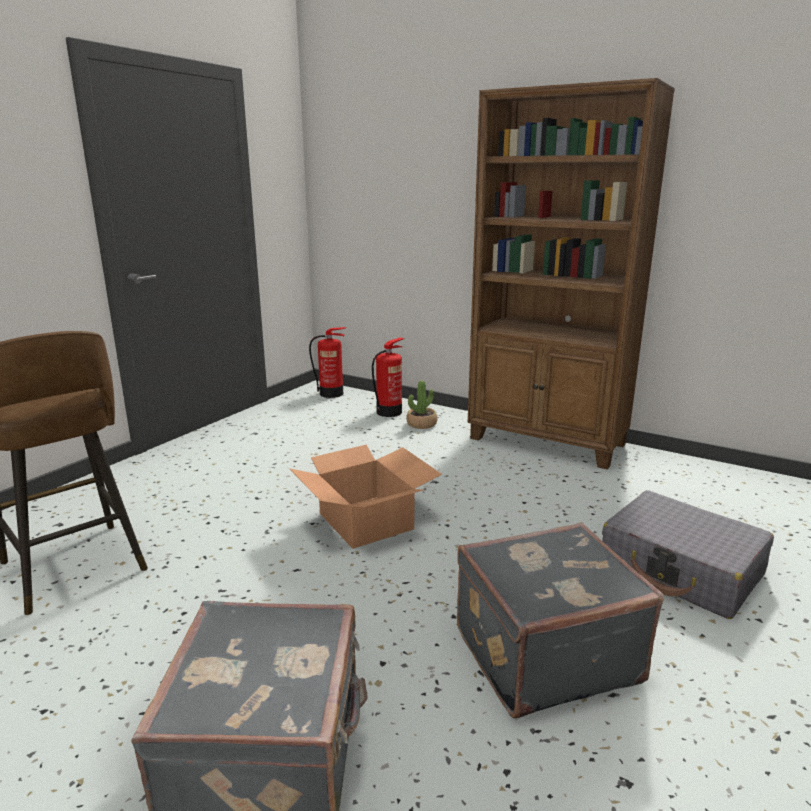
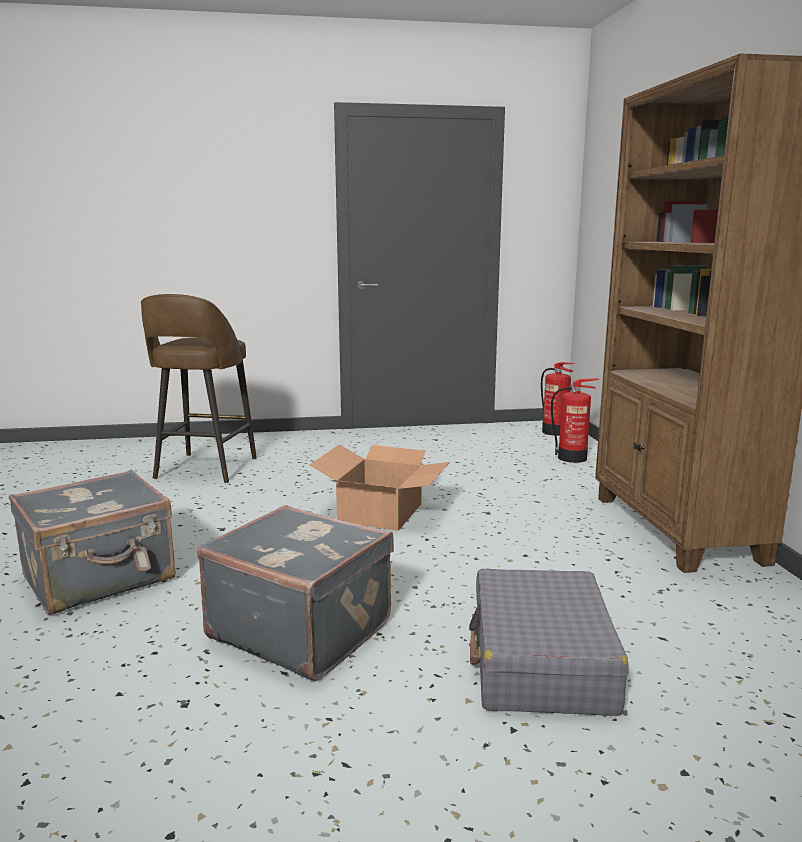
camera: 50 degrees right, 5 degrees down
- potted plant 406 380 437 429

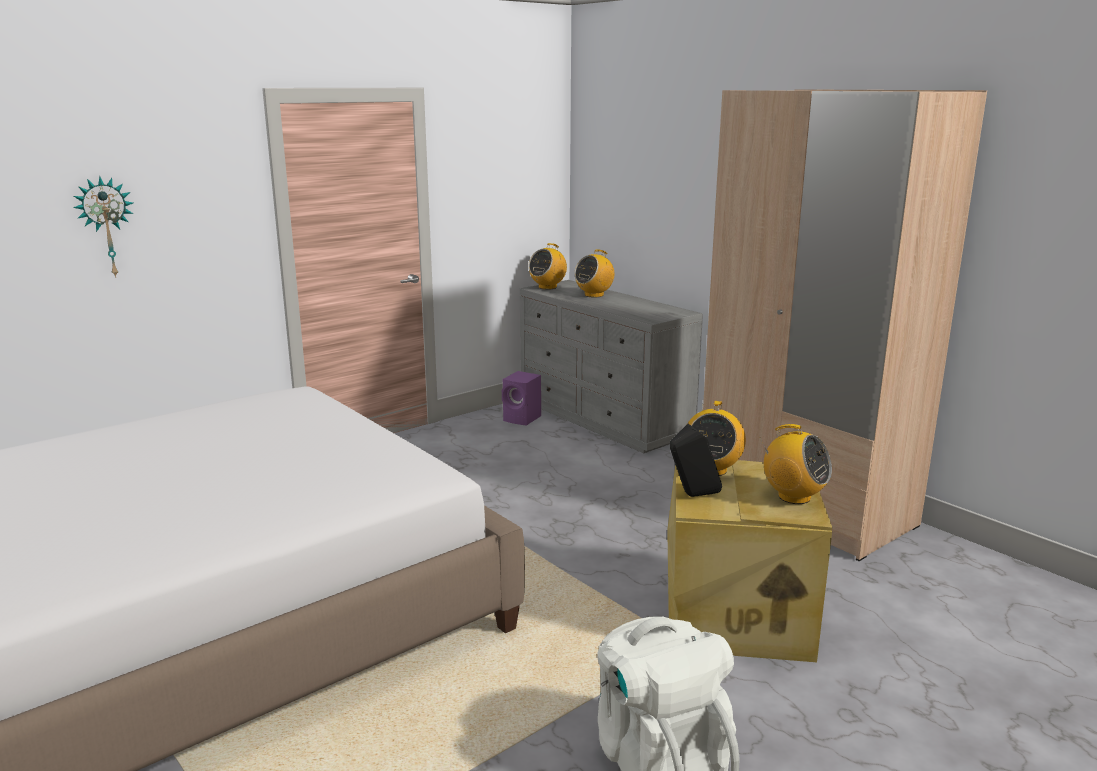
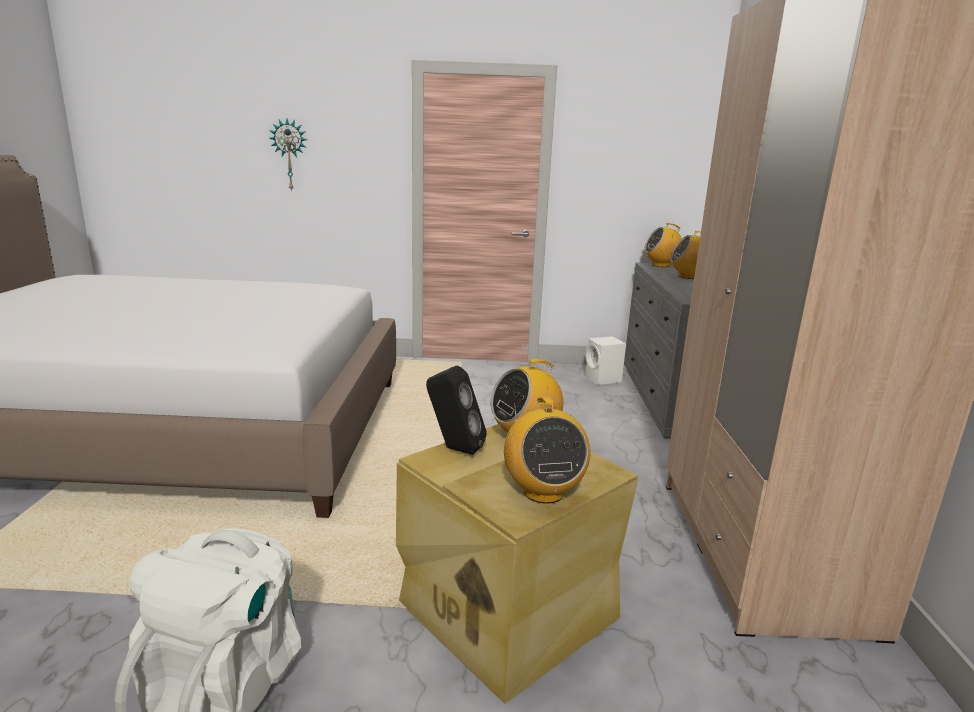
camera: 40 degrees right, 0 degrees up
~ speaker/purple-coloured 502 371 541 426 to speaker/whitish 585 336 626 385

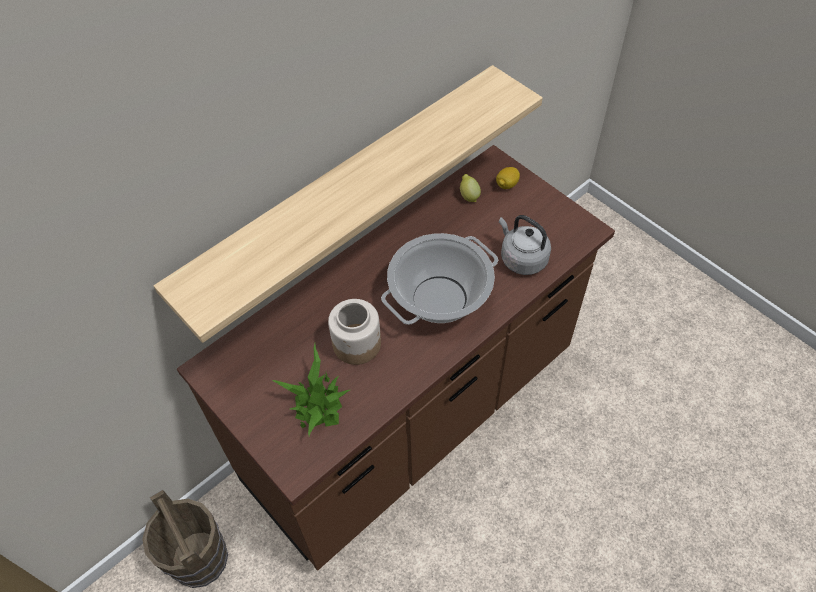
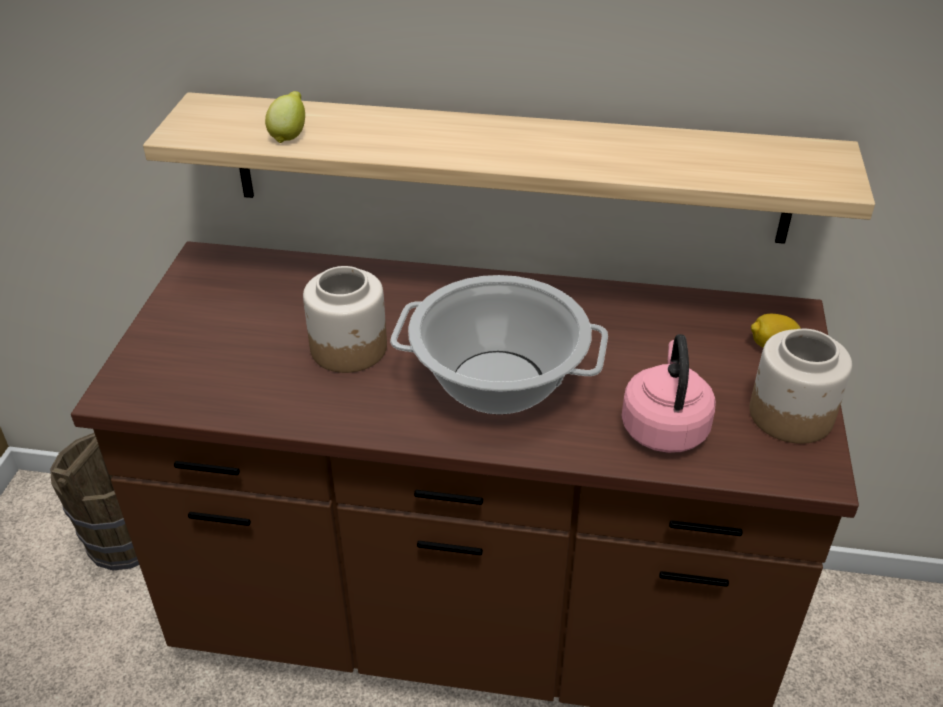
camera: 50 degrees right, 15 degrees down
~ whole lemon 460 174 481 202 to 265 91 305 143
~ kettle/grey 499 215 551 275 to kettle/pink 622 334 716 453
- potted plant 272 344 350 436
+ storage jar 749 329 852 444

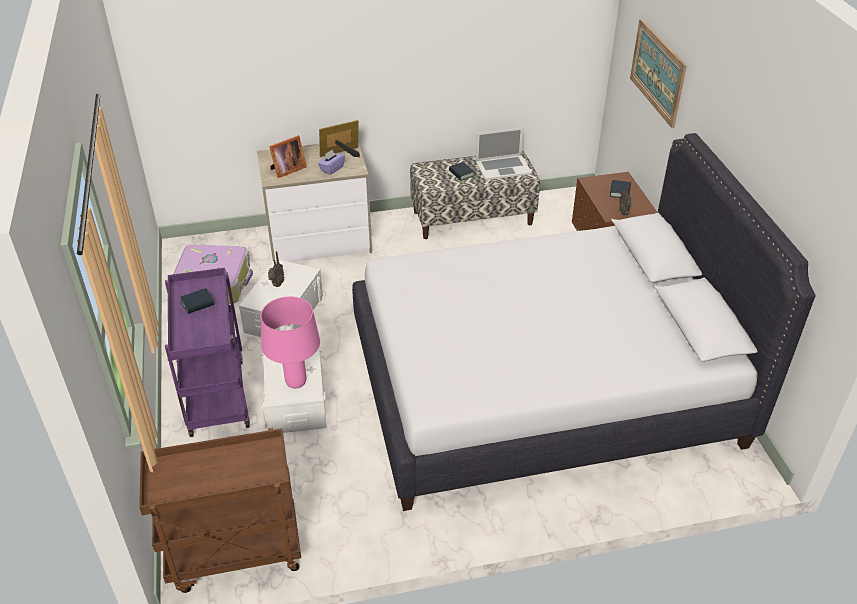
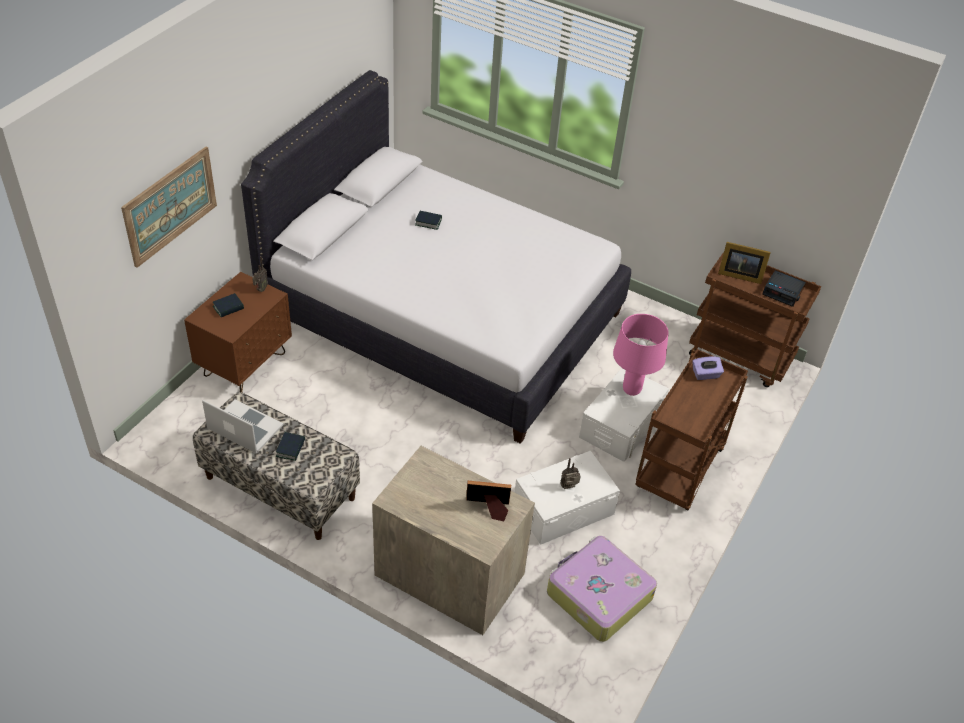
camera: 140 degrees left, 5 degrees up
~ picture frame 319 120 360 157 to 718 242 771 284
~ tissue box/purple-coloured 318 149 345 175 to 692 356 724 380
~ trolley/purple-coloured 165 268 250 437 to trolley/brown 635 349 748 510
~ bound book 181 288 214 314 to 415 211 442 230
+ alarm clock 762 270 806 307

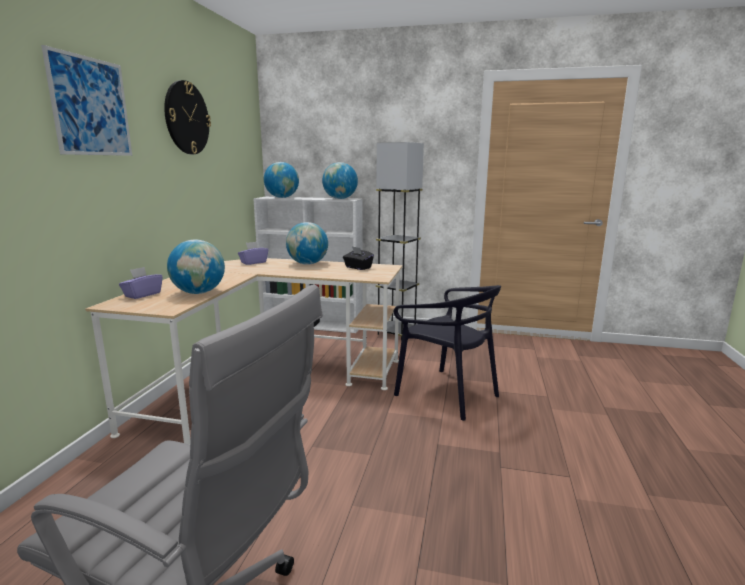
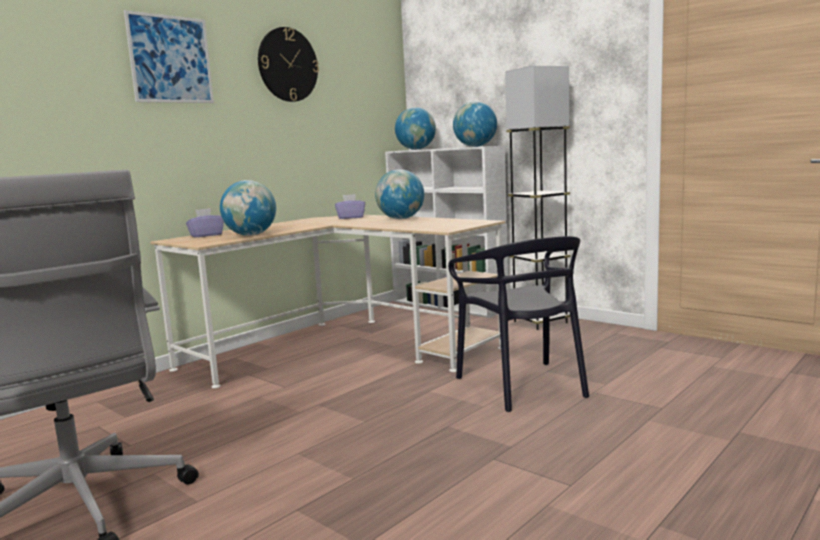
camera: 30 degrees right, 5 degrees down
- tissue box/black 343 246 374 270

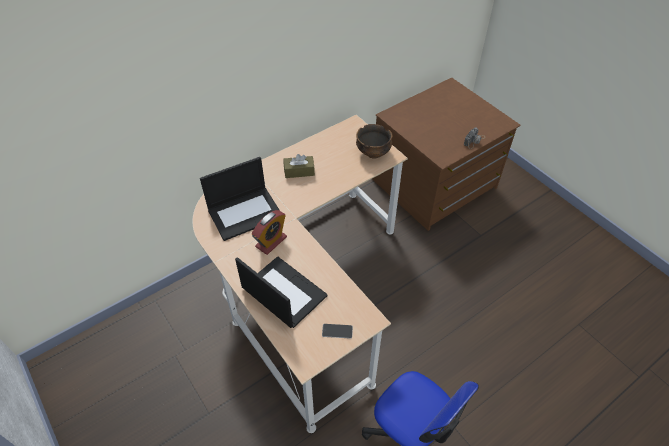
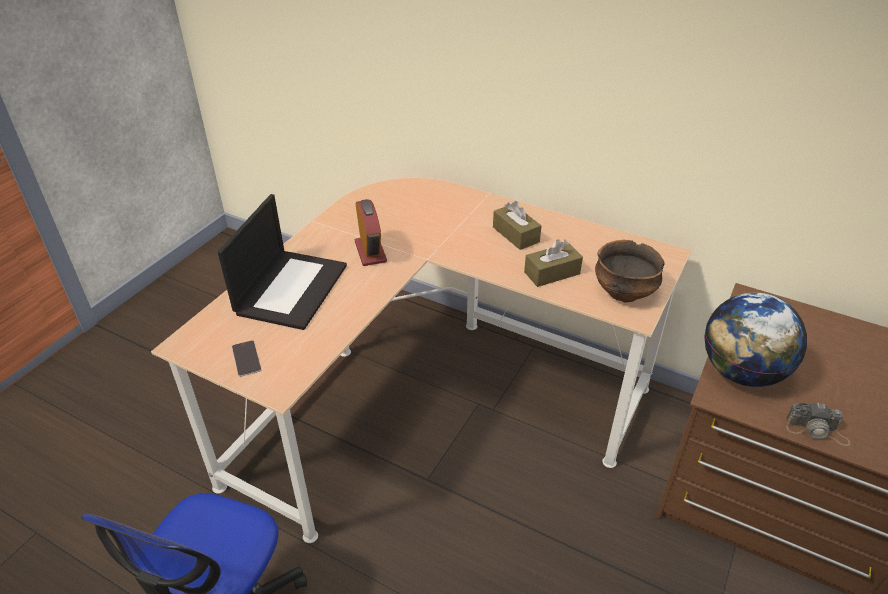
camera: 65 degrees right, 10 degrees down
- notebook computer 200 157 280 241
~ alarm clock 252 210 287 255 = 355 199 387 266 120 degrees counterclockwise
+ tissue box/brown 524 239 583 287
+ world globe 704 293 807 387

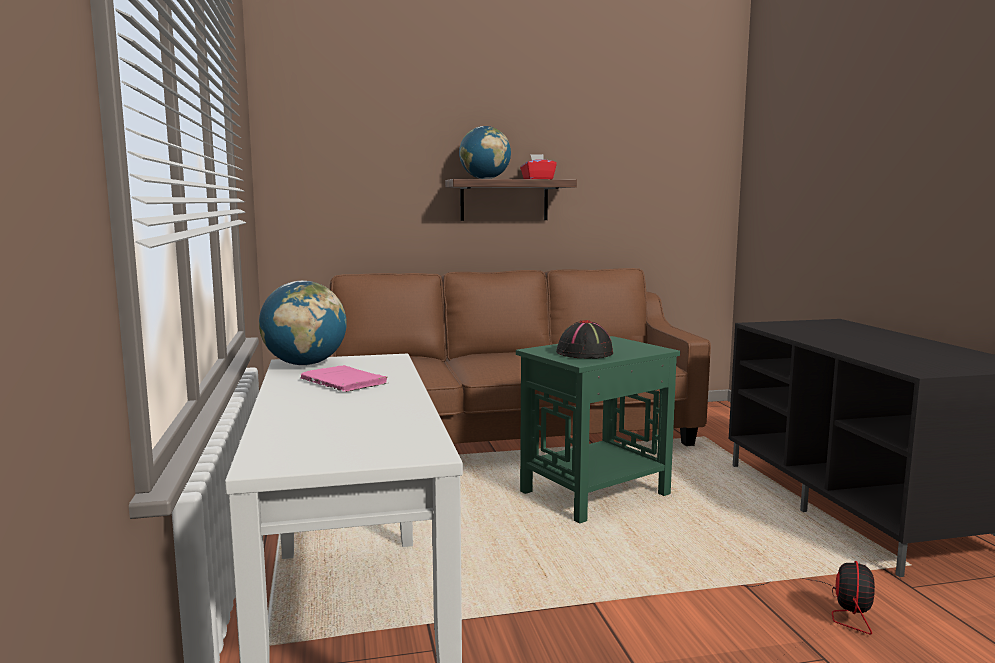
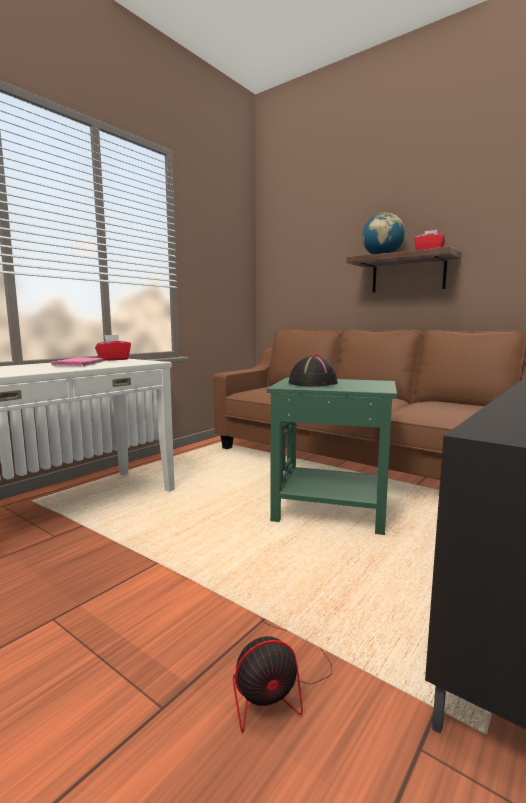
camera: 50 degrees right, 0 degrees up
~ world globe 259 281 347 366 to tissue box/red-coloured 95 335 131 361

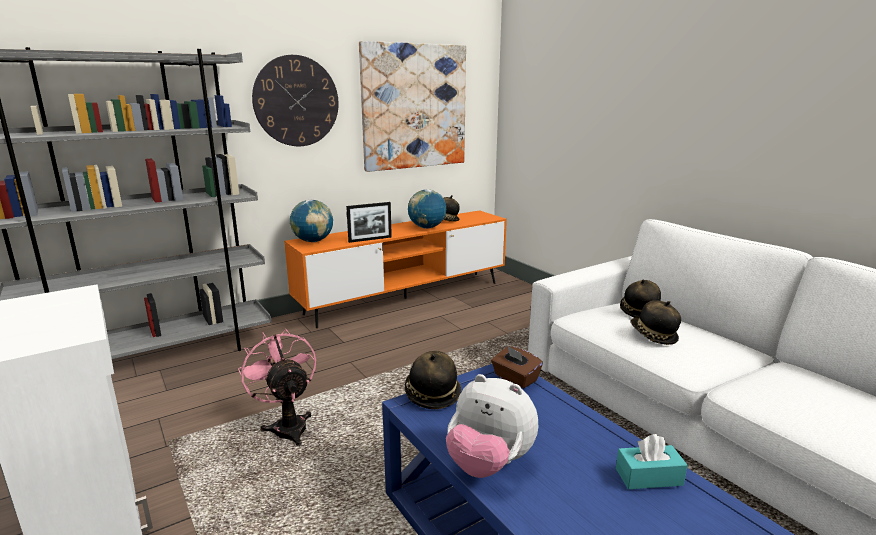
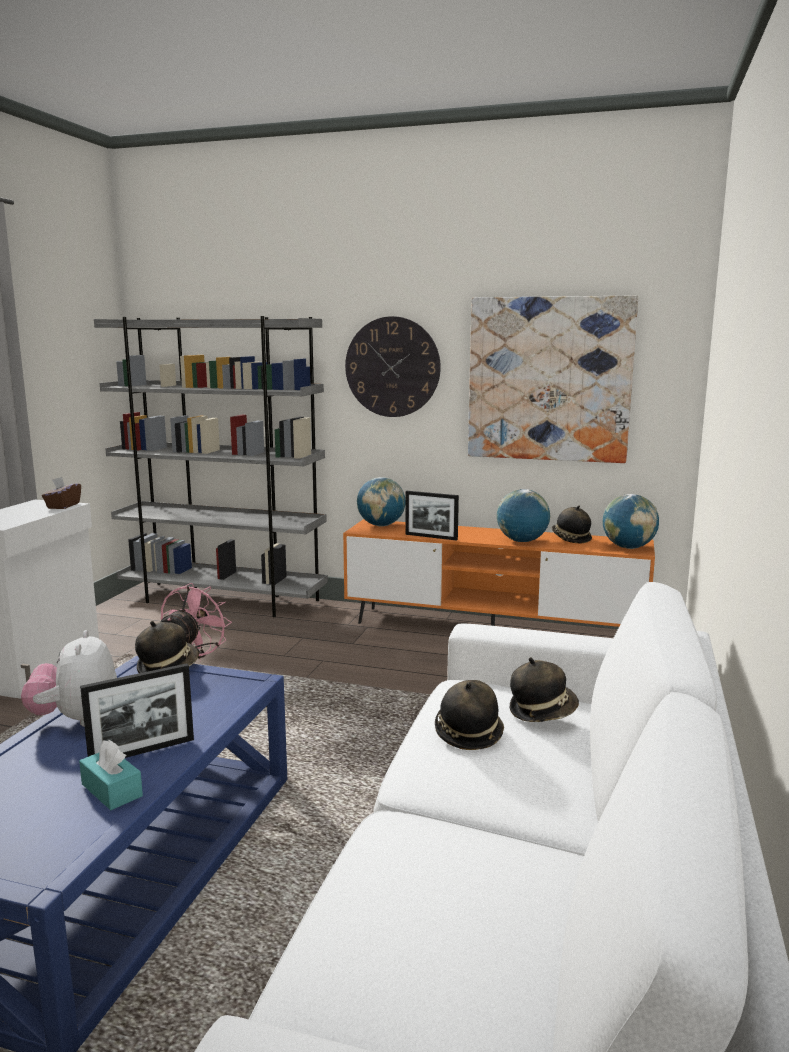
camera: 50 degrees right, 5 degrees down
~ tissue box/brown 491 346 543 389 to 42 477 81 509
+ world globe 602 494 659 549
+ picture frame 80 663 194 758

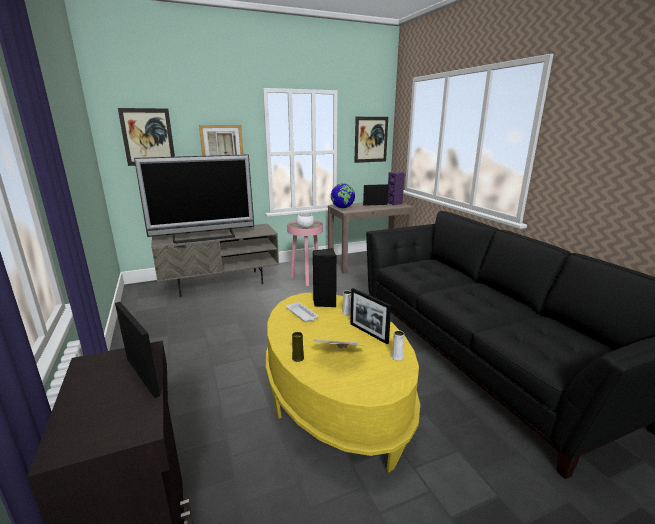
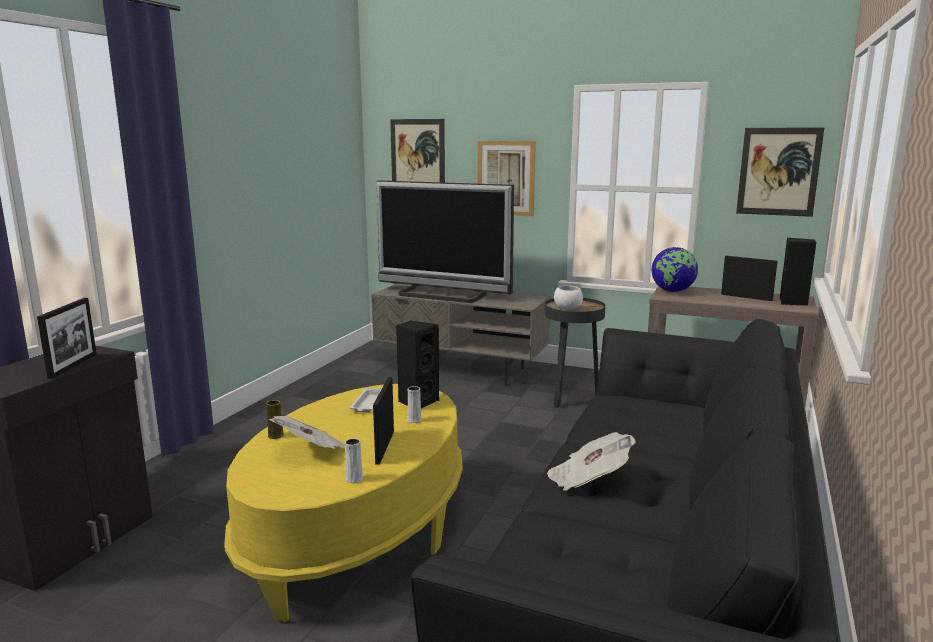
camera: 45 degrees right, 5 degrees down
~ speaker/purple-coloured 388 172 405 205 to speaker/black 780 238 816 306
~ end table/pink 287 220 323 287 to end table/black 544 298 606 407
+ printed paper 547 432 636 491

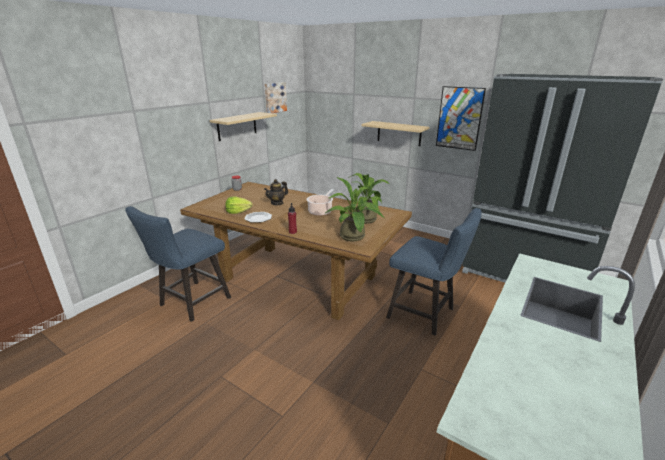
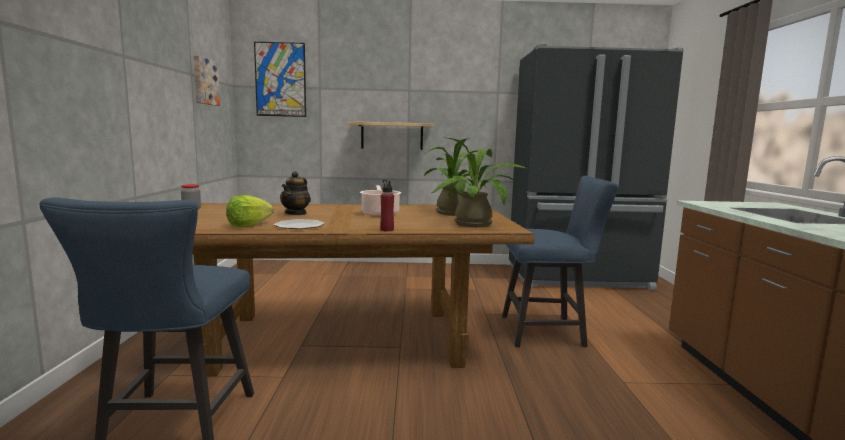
camera: 35 degrees left, 15 degrees down
~ wall picture 436 86 486 151 to 254 42 306 117
- shelf 210 112 277 141

